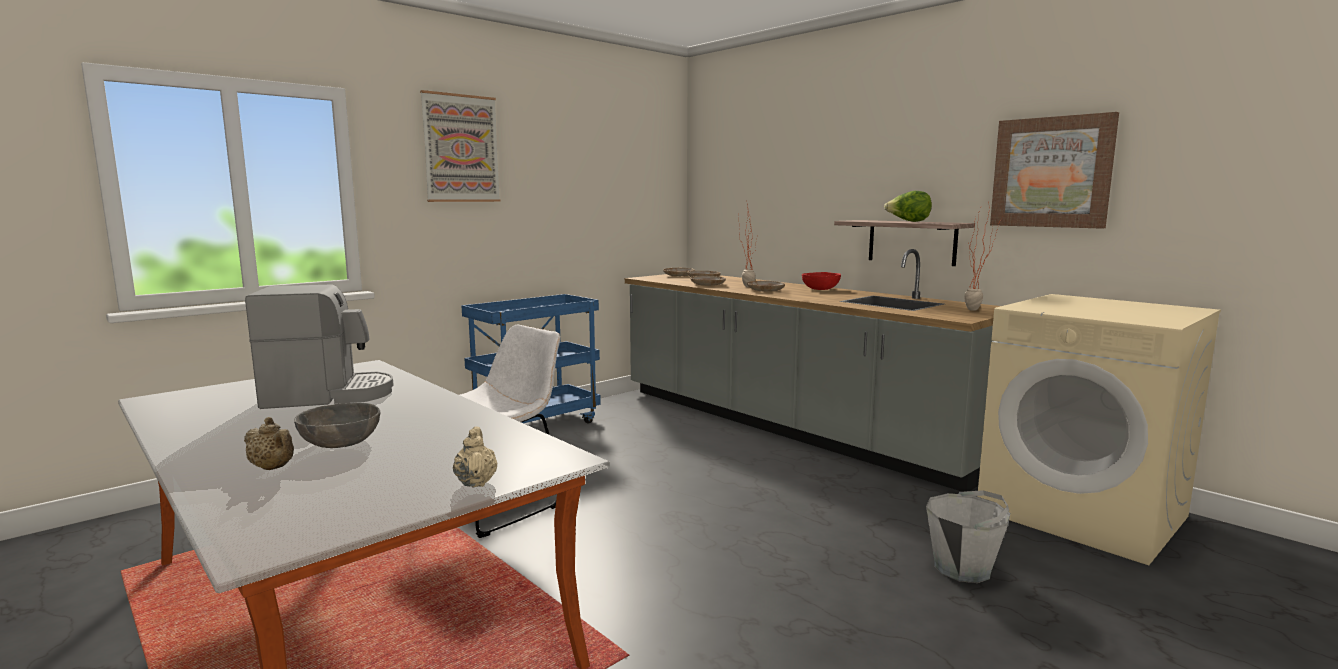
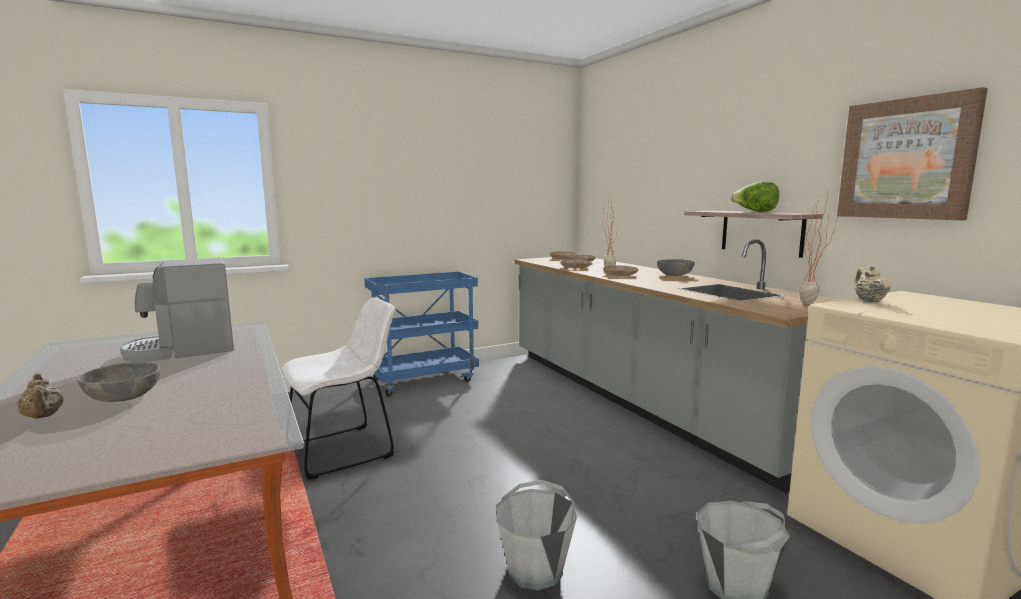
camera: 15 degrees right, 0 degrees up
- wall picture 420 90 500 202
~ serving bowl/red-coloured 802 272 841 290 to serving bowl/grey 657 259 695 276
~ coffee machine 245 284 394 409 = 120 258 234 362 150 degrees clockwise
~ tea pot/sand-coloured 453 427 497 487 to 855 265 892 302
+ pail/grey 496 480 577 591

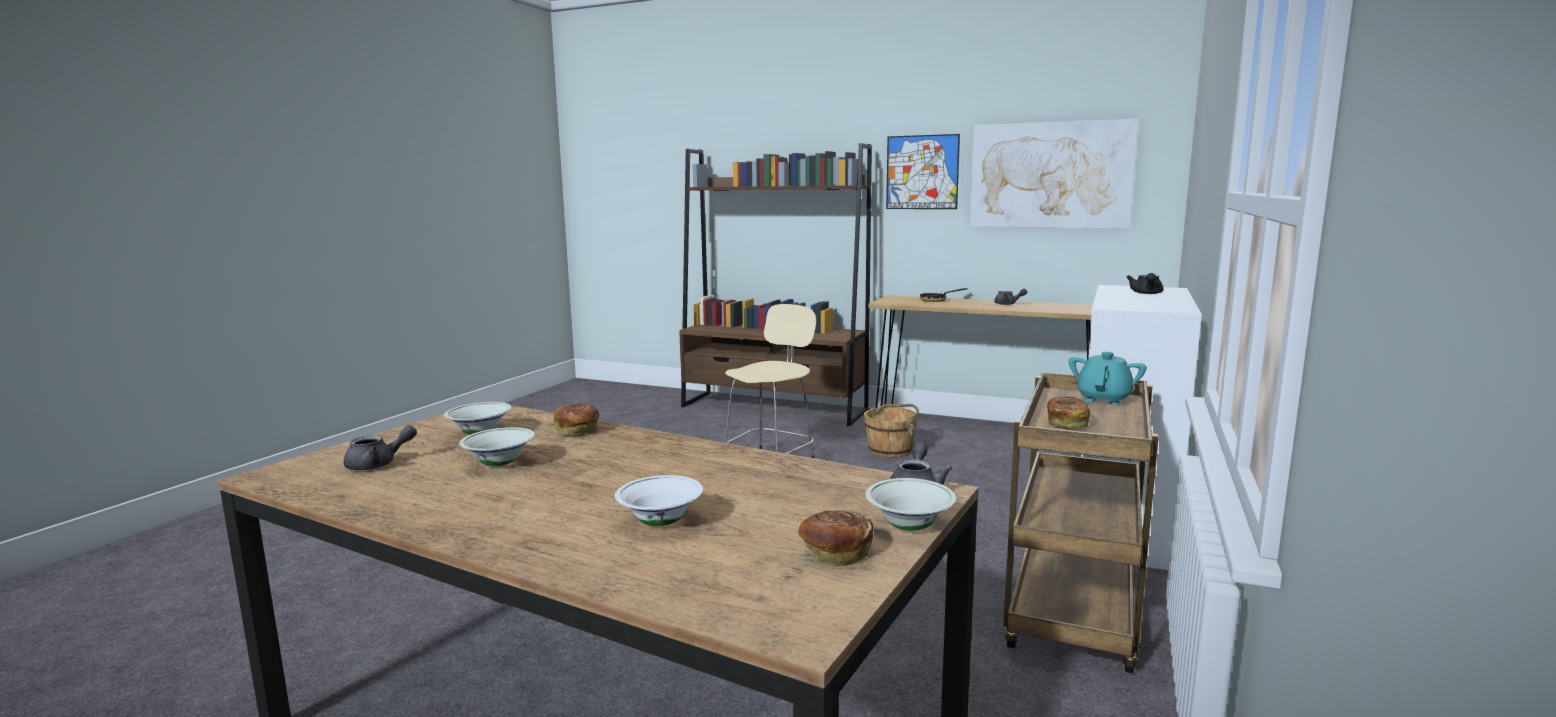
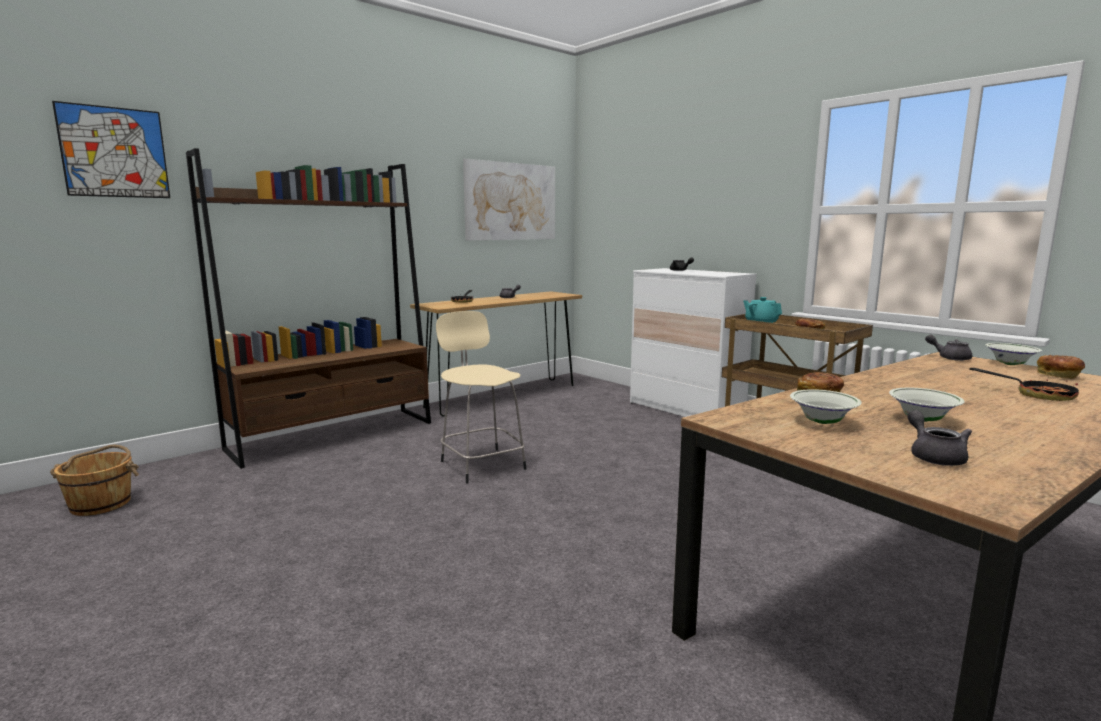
camera: 65 degrees left, 0 degrees up
~ wall picture 886 134 960 209 to 52 101 170 198
~ pail/brown 864 404 919 458 to 50 445 139 516
~ serving bowl/whitish 615 475 703 526 to skillet 969 368 1080 401

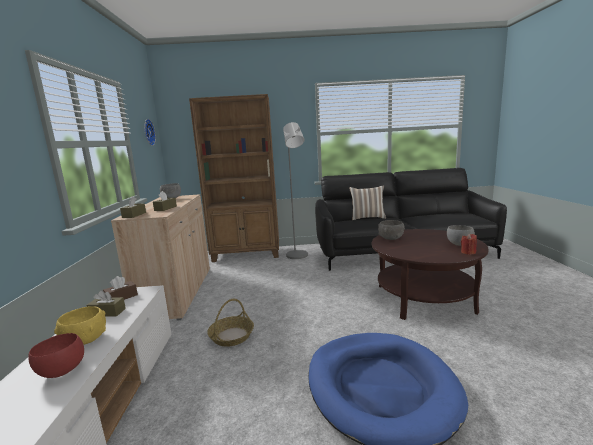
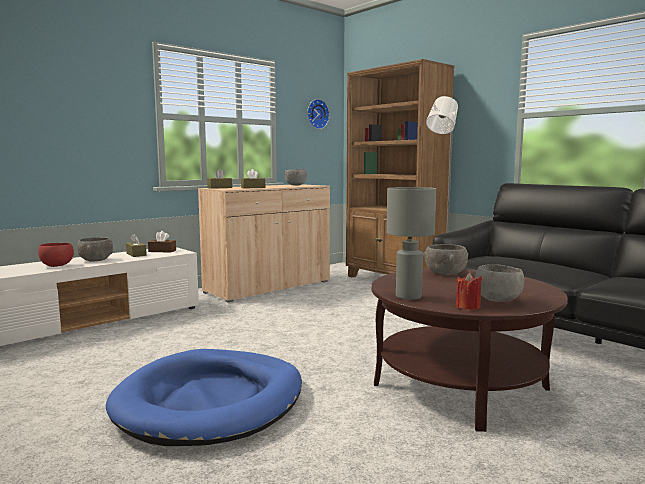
camera: 50 degrees right, 5 degrees down
- cushion 349 185 386 220
- basket 207 299 254 347
~ serving bowl/yellow 54 306 106 345 to serving bowl/grey 77 237 113 262
+ tabletop lamp/grey 387 187 436 300

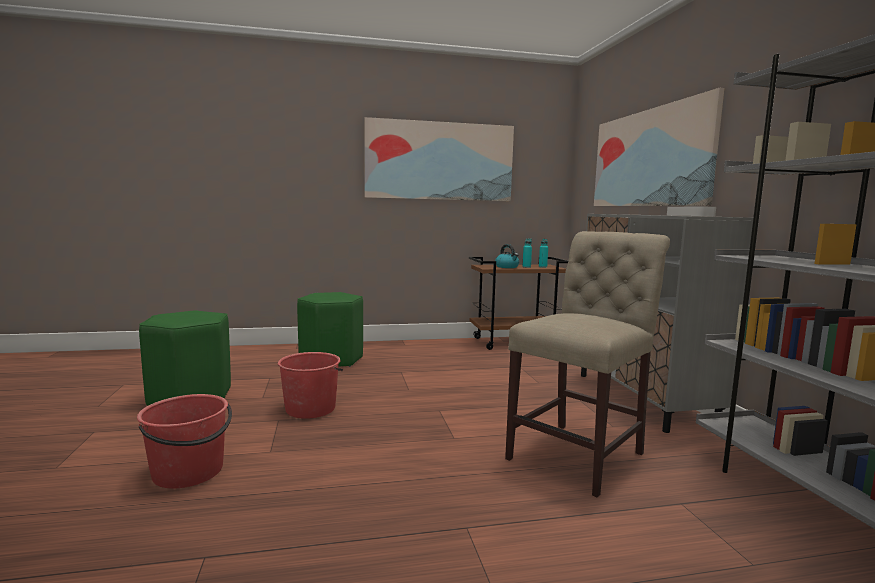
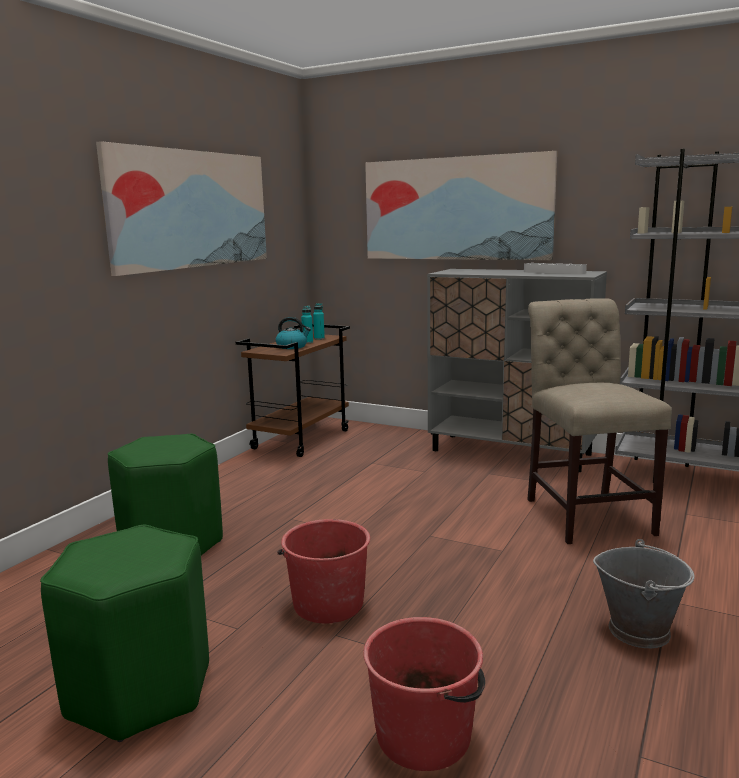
camera: 50 degrees left, 5 degrees up
+ pail/grey 593 539 694 648

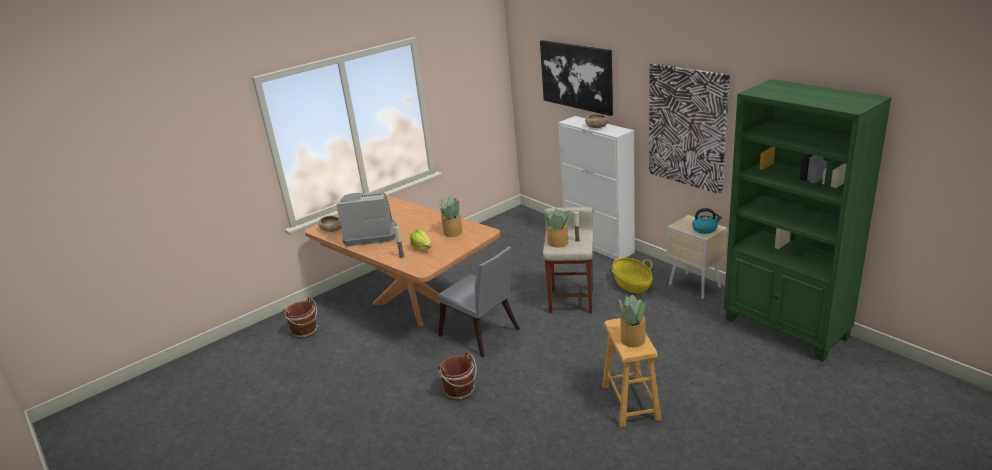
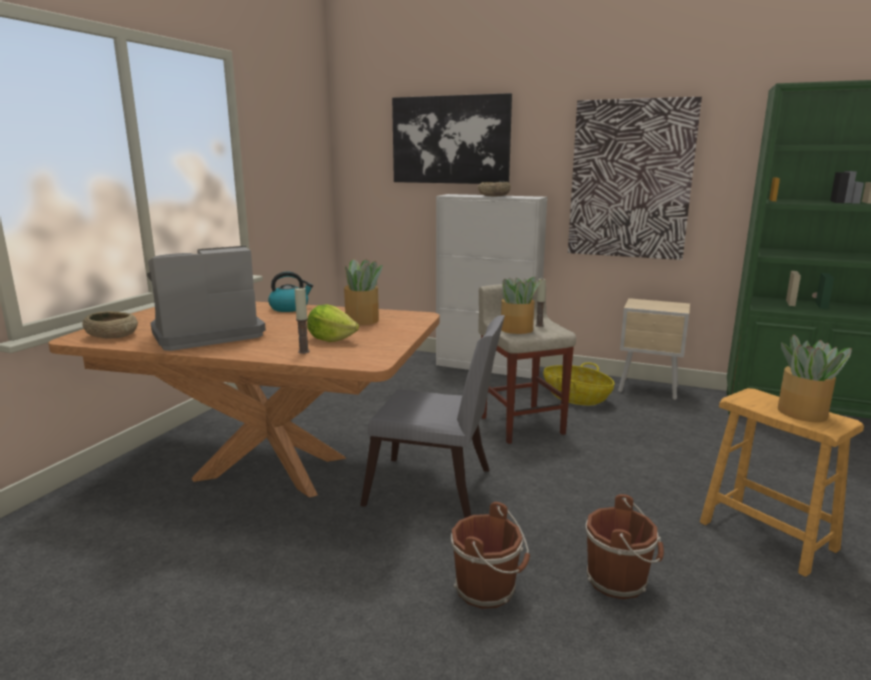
camera: 30 degrees left, 10 degrees down
~ kettle 692 208 722 234 to 268 271 313 312
~ pail/brown 283 297 318 339 to 586 494 664 599

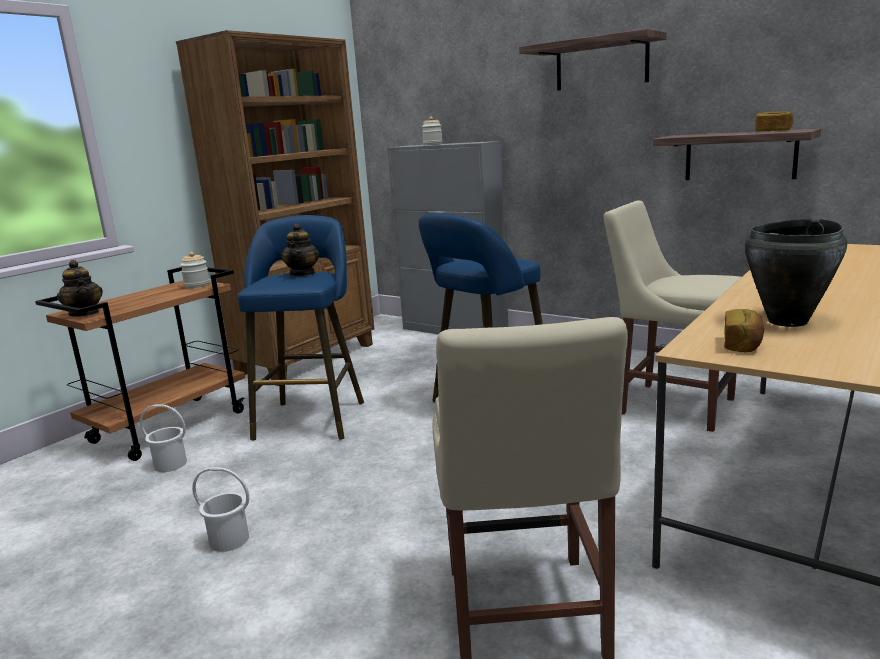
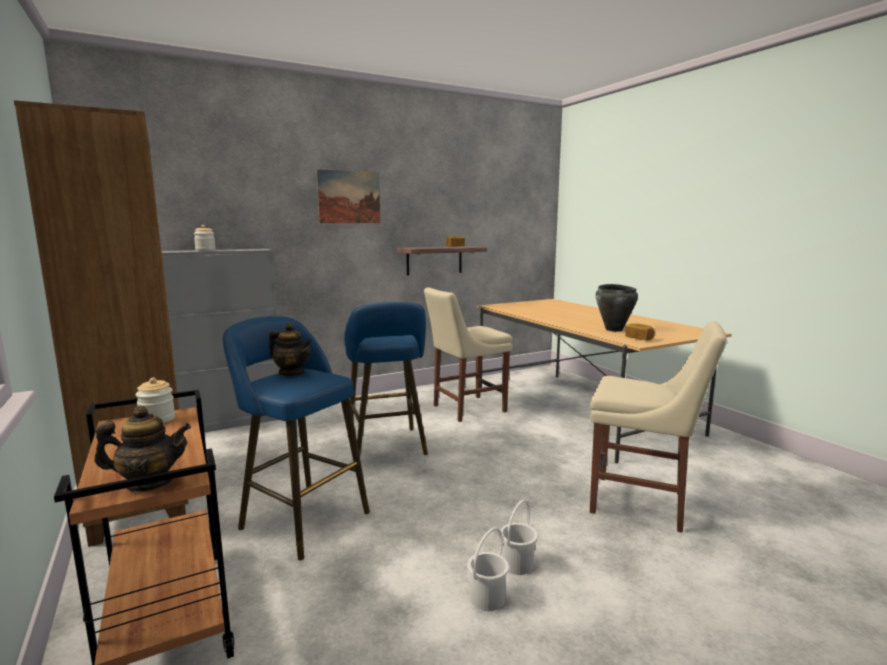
camera: 65 degrees left, 5 degrees down
~ shelf 519 29 667 91 to wall picture 317 169 380 223
~ pail/whitish 140 404 187 472 to 500 500 538 575

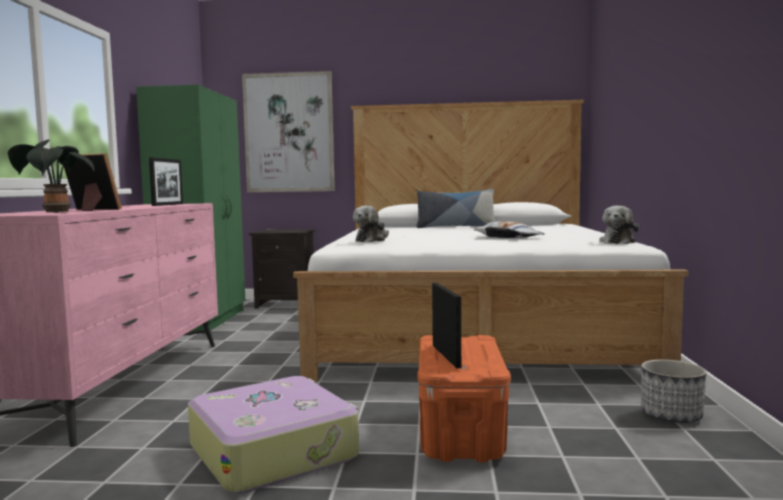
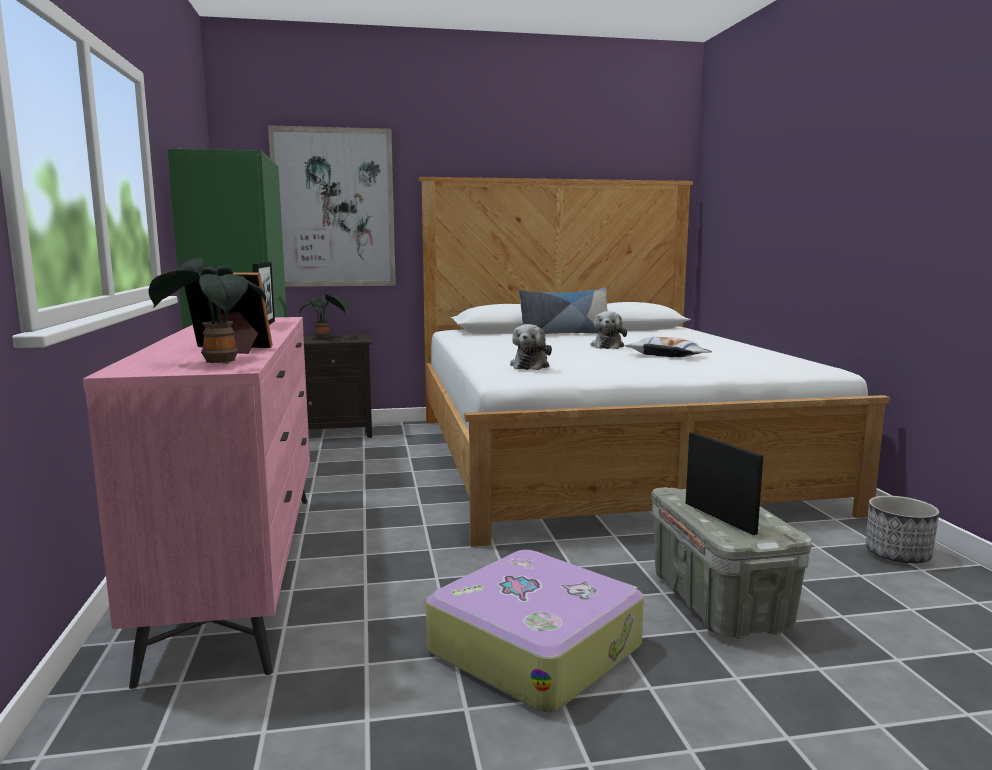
camera: 15 degrees left, 5 degrees up
~ plush toy 599 206 639 244 to 591 311 627 349
~ storage container/orangey 417 335 511 463 to storage container/grey 651 487 812 639
+ potted plant 299 293 349 338

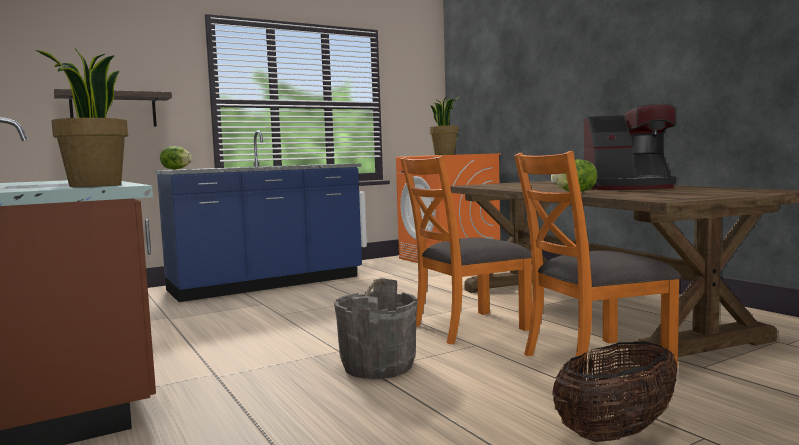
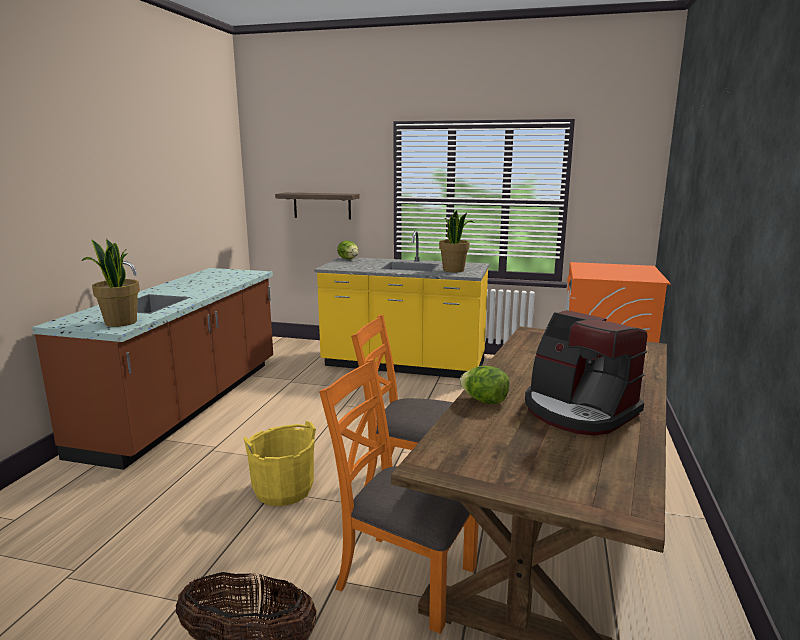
camera: 45 degrees right, 10 degrees up
~ potted plant 430 96 461 155 to 439 210 474 272
~ kitchen counter/blue 155 130 362 302 to kitchen counter/yellow 314 231 490 378
~ pail/grey 334 278 418 379 to pail/yellow 243 421 316 506

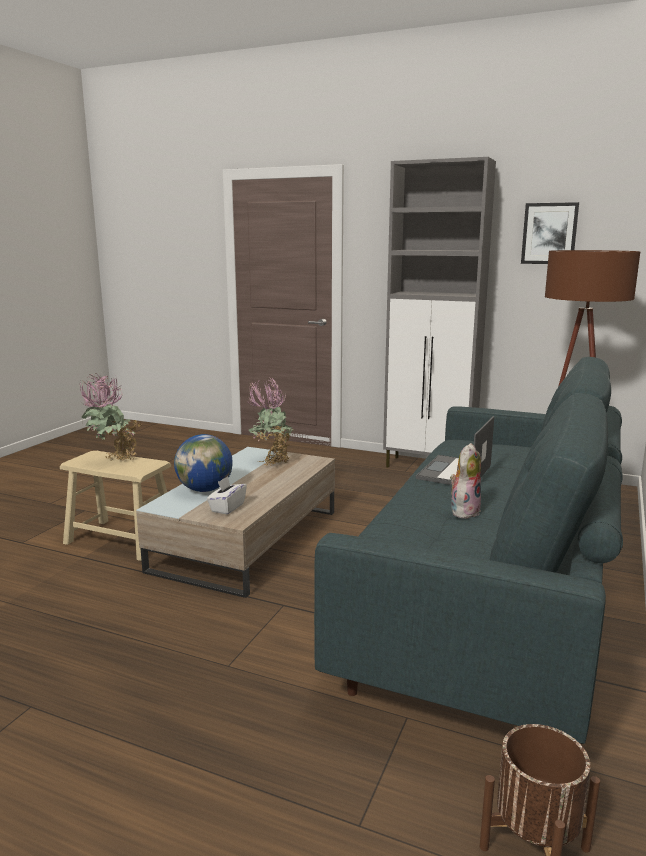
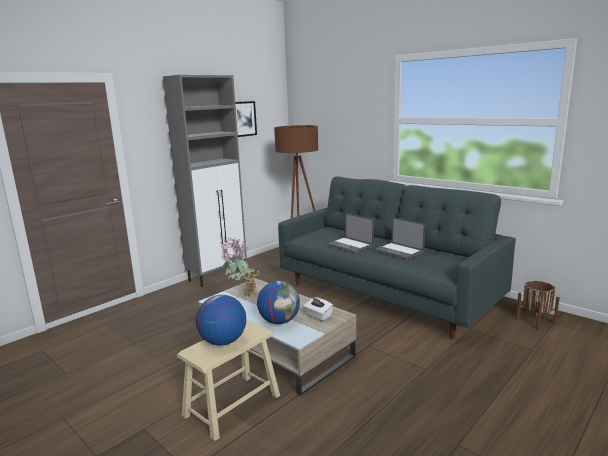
camera: 70 degrees left, 0 degrees up
~ potted plant 80 374 142 461 to world globe 196 295 246 346
~ plush toy 450 443 481 519 to notebook computer 374 217 425 260

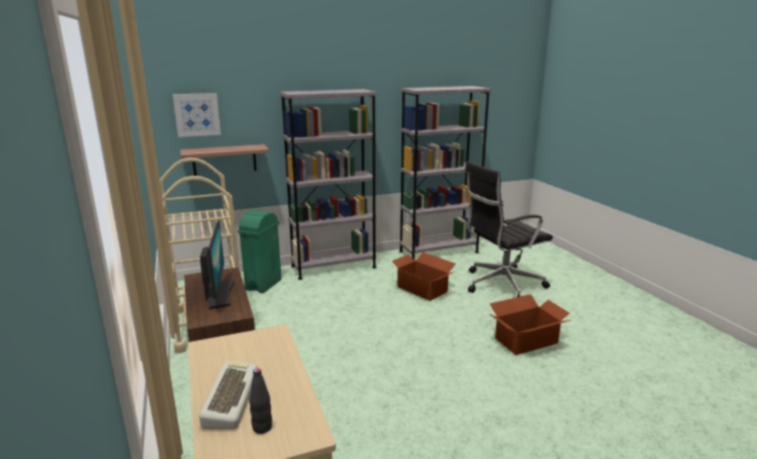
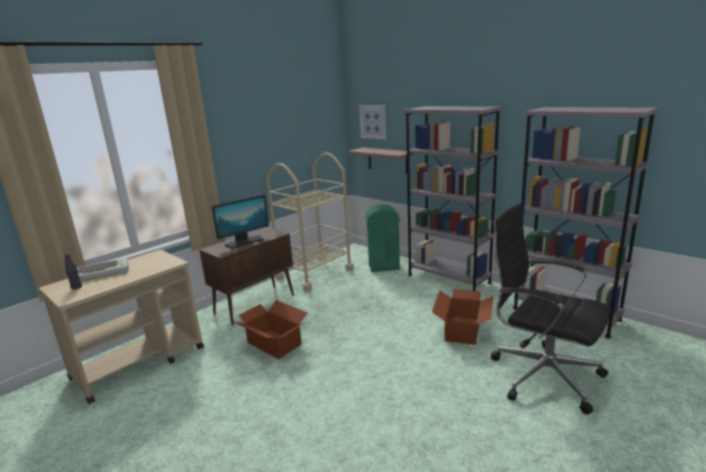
camera: 65 degrees right, 0 degrees up
~ packing box 490 294 571 355 to 234 300 308 359

